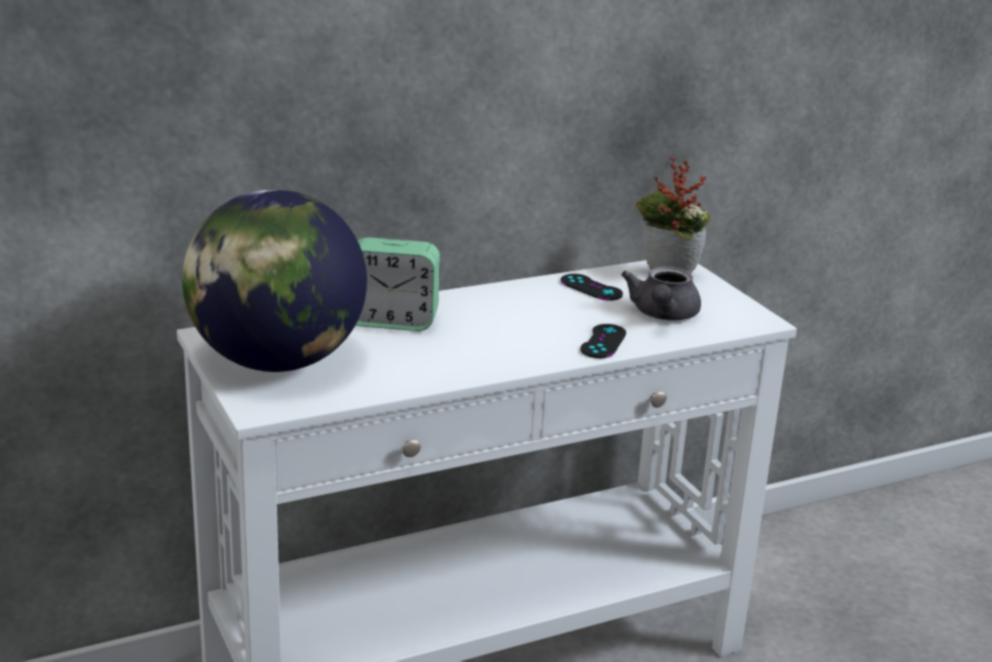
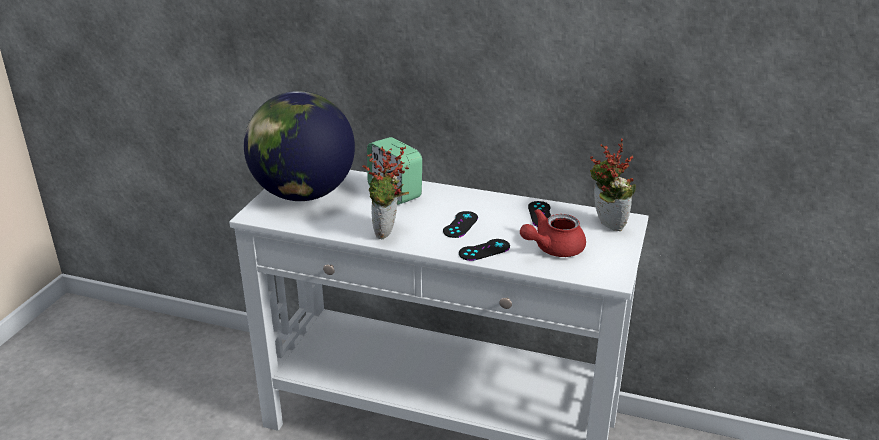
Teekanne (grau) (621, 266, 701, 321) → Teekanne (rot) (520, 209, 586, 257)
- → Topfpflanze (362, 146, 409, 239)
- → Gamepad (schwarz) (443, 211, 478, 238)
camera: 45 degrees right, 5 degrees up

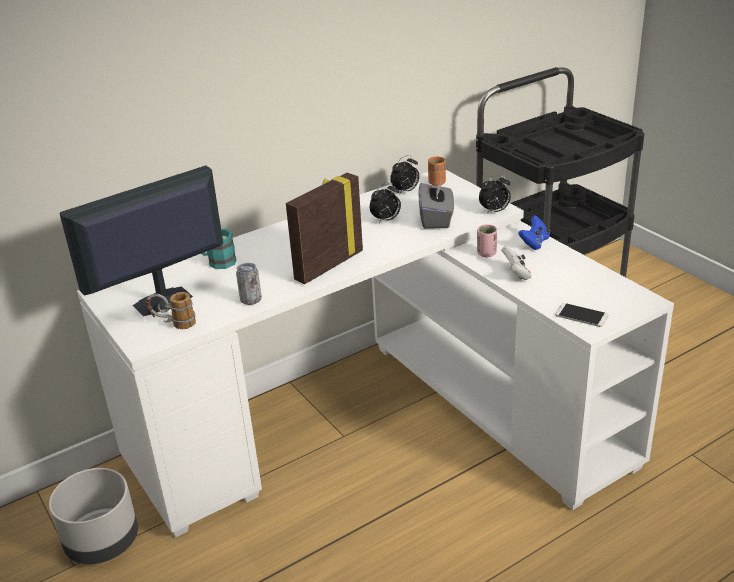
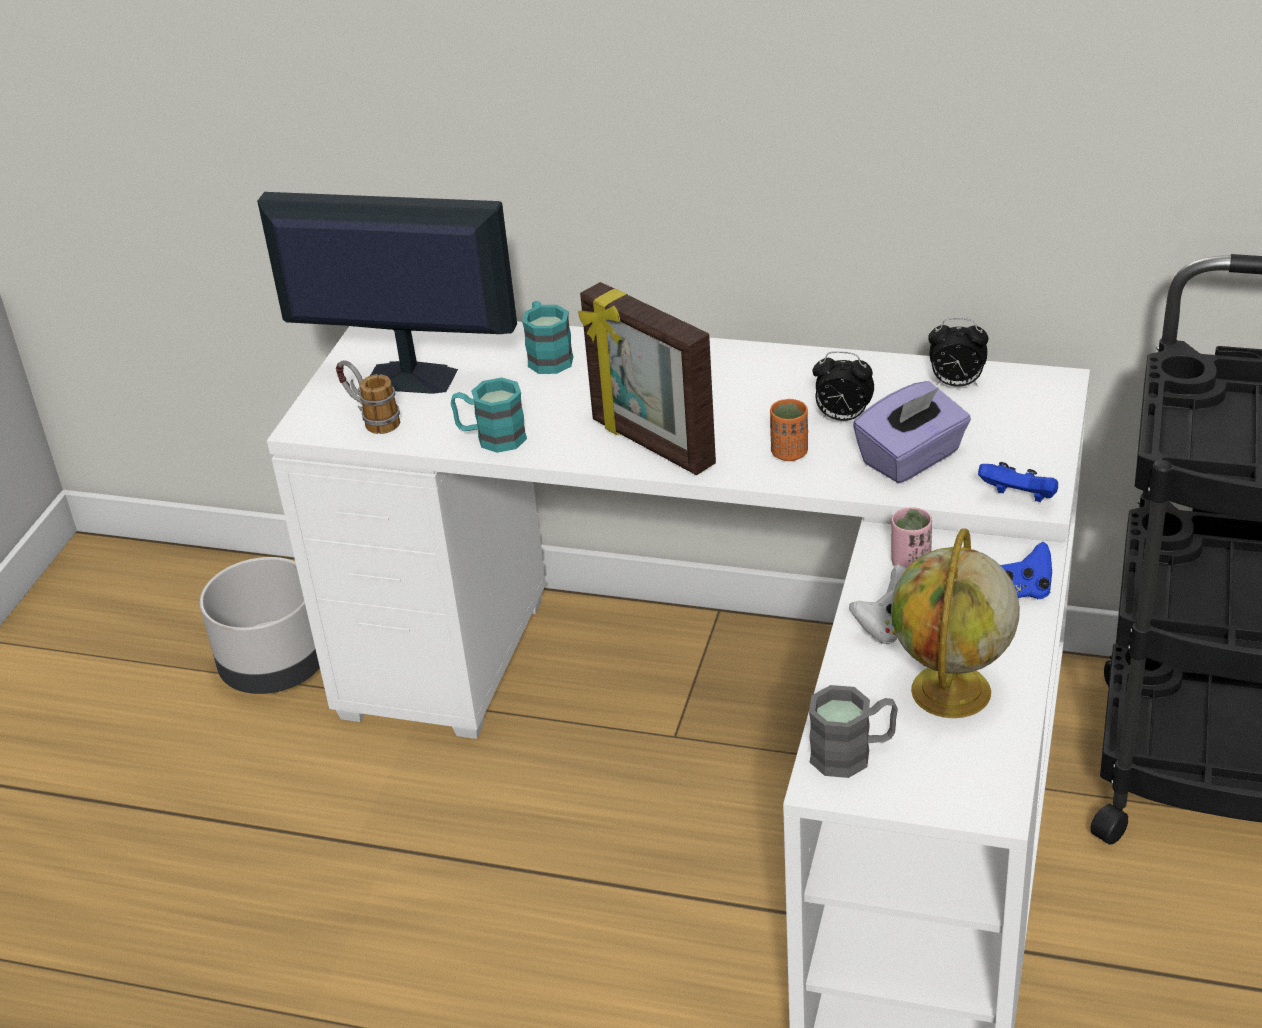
Tasse (orange) (428, 157, 446, 186) → Tasse (orange) (770, 399, 808, 461), relocated
Bilderrahmen (286, 173, 363, 284) → Bilderrahmen (578, 282, 716, 475), 135 degrees counterclockwise
Wecker (479, 174, 511, 214) → Gamepad (blau) (978, 462, 1058, 502)
Taschentuchbox (grau) (419, 179, 454, 229) → Taschentuchbox (lila) (853, 381, 971, 483)
Dose (236, 263, 262, 305) → Henkelbecher (türkis) (451, 377, 527, 453)
Handy (555, 303, 608, 327) → Henkelbecher (grau) (809, 685, 898, 778)
- → Globus (891, 529, 1020, 718)
camera: 50 degrees right, 5 degrees up

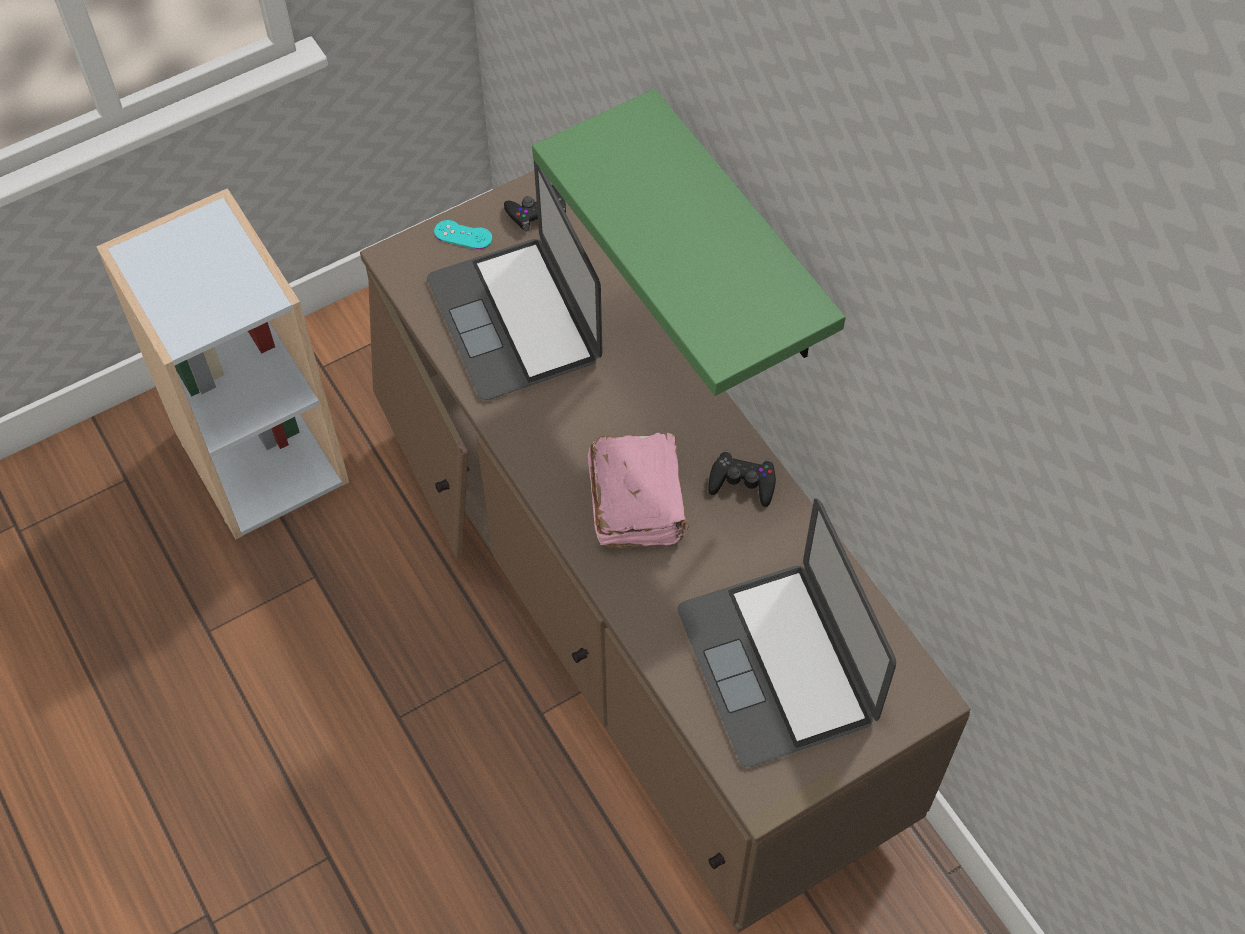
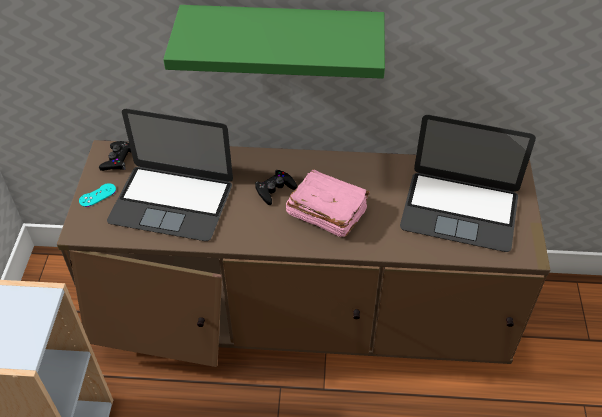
Gamepad (schwarz) (708, 450, 776, 507) → Gamepad (schwarz) (255, 170, 297, 205), relocated
camera: 55 degrees left, 10 degrees down

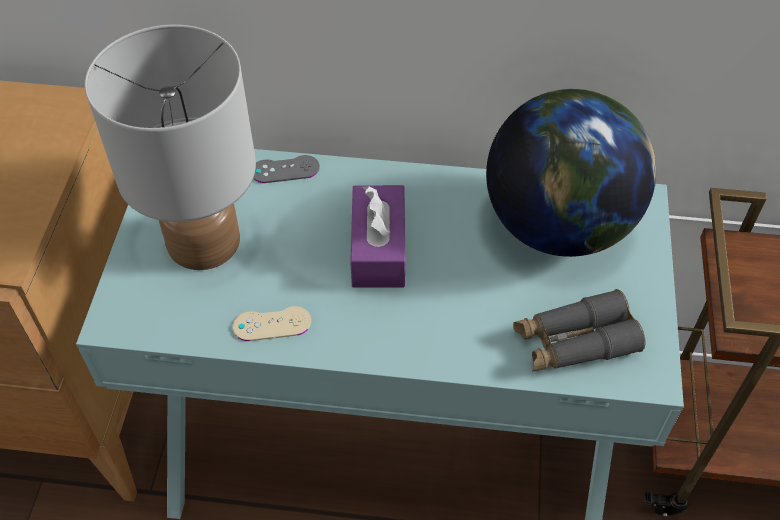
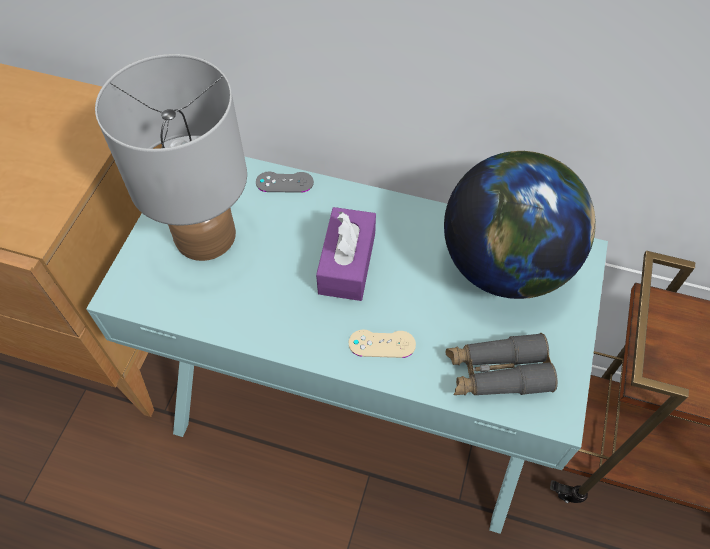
Gamepad (beige) (233, 306, 311, 341) → Gamepad (beige) (349, 330, 416, 358), relocated
camera: 10 degrees right, 5 degrees up

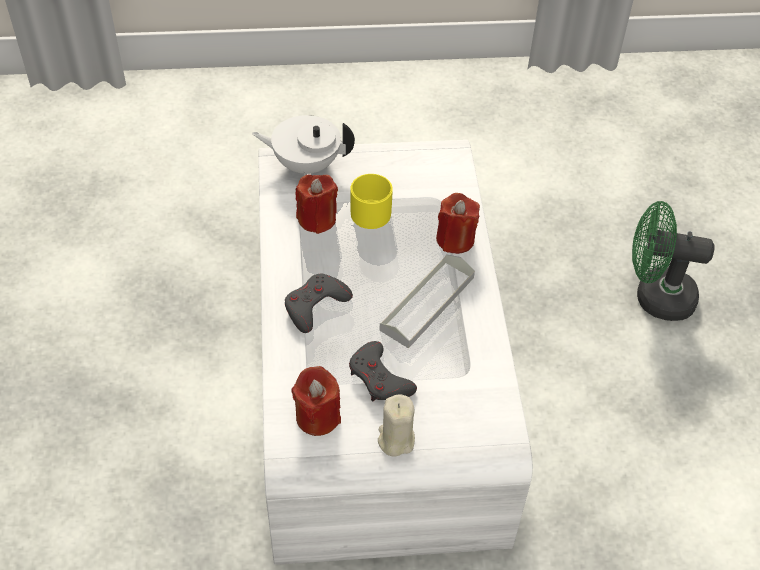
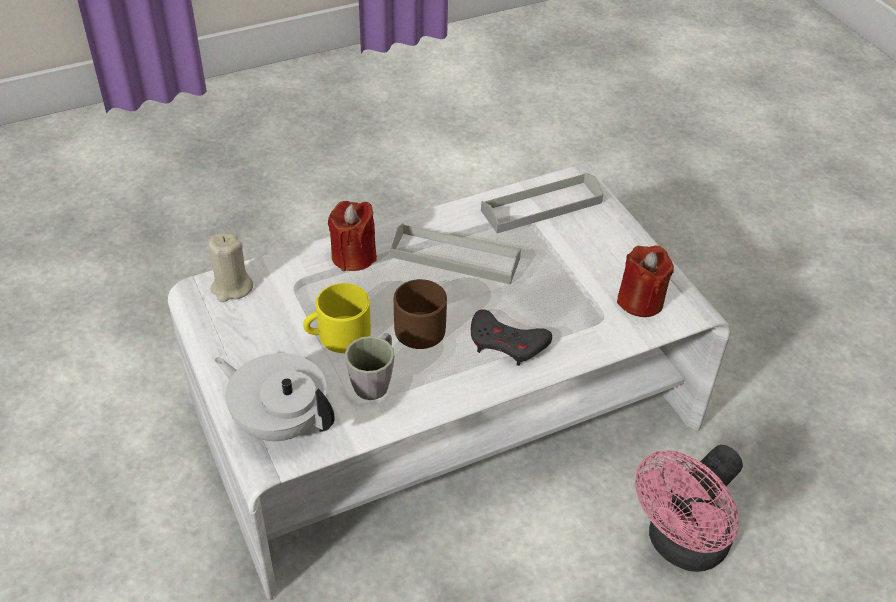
Teekanne (weiß) (252, 115, 355, 176) → Teekanne (weiß) (215, 353, 335, 441), 135 degrees clockwise
Kerze (rot) (295, 174, 338, 234) → Henkelbecher (grau) (345, 333, 394, 400)
Ventilator (grün) (632, 201, 715, 321) → -
Gamepad (grau) (349, 341, 417, 401) → -
Kerze (beige) (378, 395, 415, 457) → Kerze (beige) (208, 233, 253, 302), relocated
- → Tablett (grau) (481, 173, 603, 233)
- → Henkelbecher (braun) (394, 279, 447, 349)
- → Ventilator (rosa) (635, 445, 743, 572)
camera: 110 degrees left, 5 degrees down

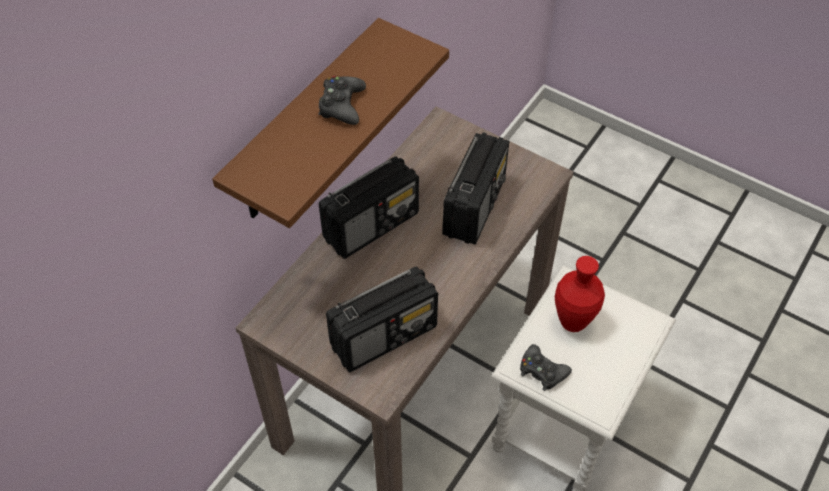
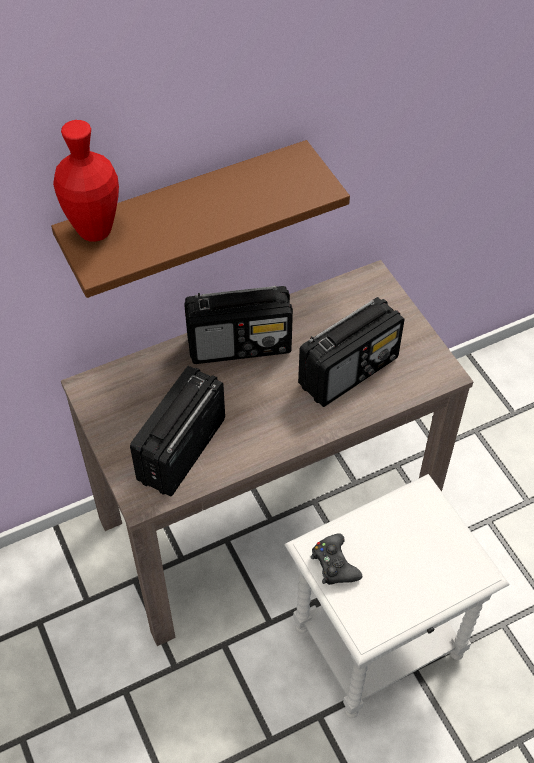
Gamepad (schwarz) (318, 76, 366, 125) → -
Vase (rot) (555, 256, 605, 332) → Vase (rot) (53, 120, 119, 242), relocated
Radio (326, 267, 438, 372) → Radio (130, 366, 225, 497), 120 degrees clockwise
camera: 30 degrees right, 0 degrees up

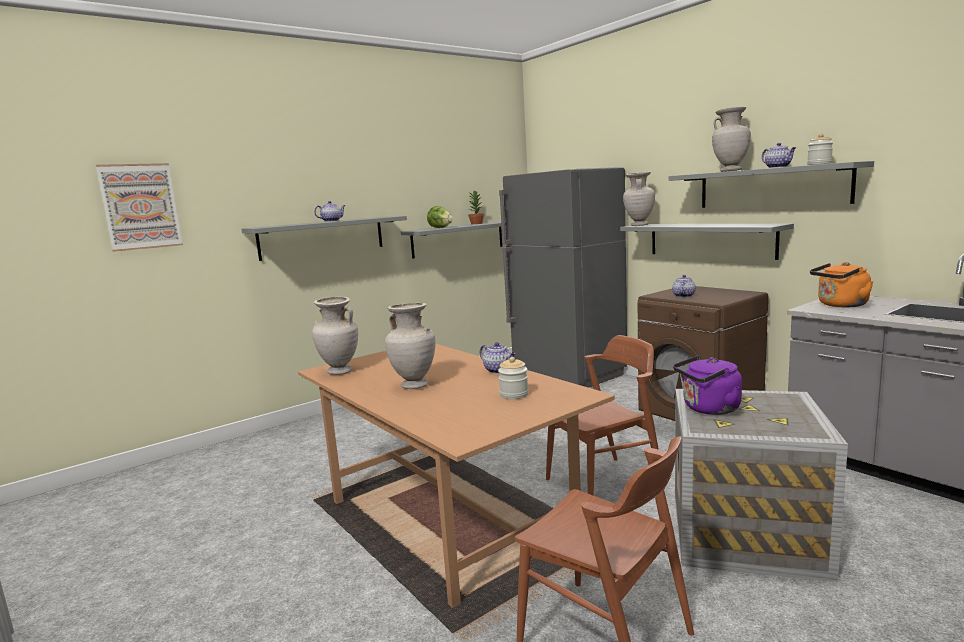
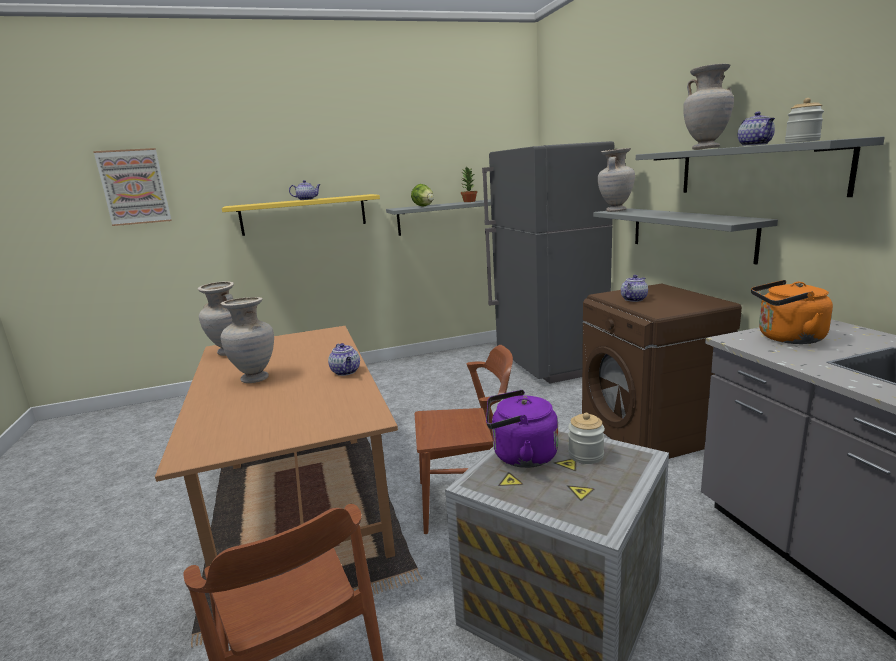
Wandregal (grau) (242, 216, 407, 261) → Wandregal (gelb) (222, 194, 380, 236)
Vorratsglas (498, 357, 528, 399) → Vorratsglas (568, 413, 605, 464), relocated
camera: 20 degrees right, 5 degrees up

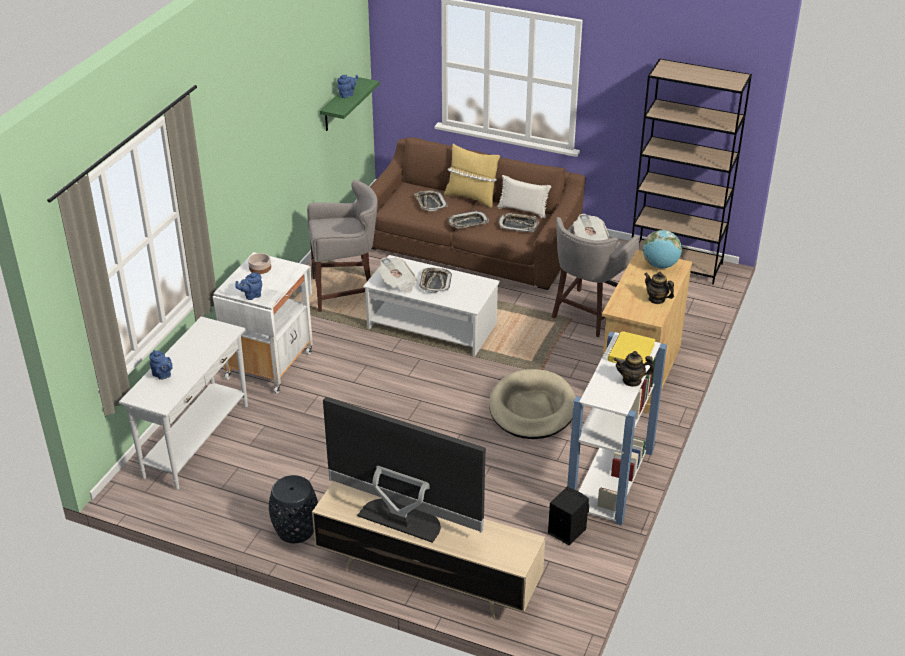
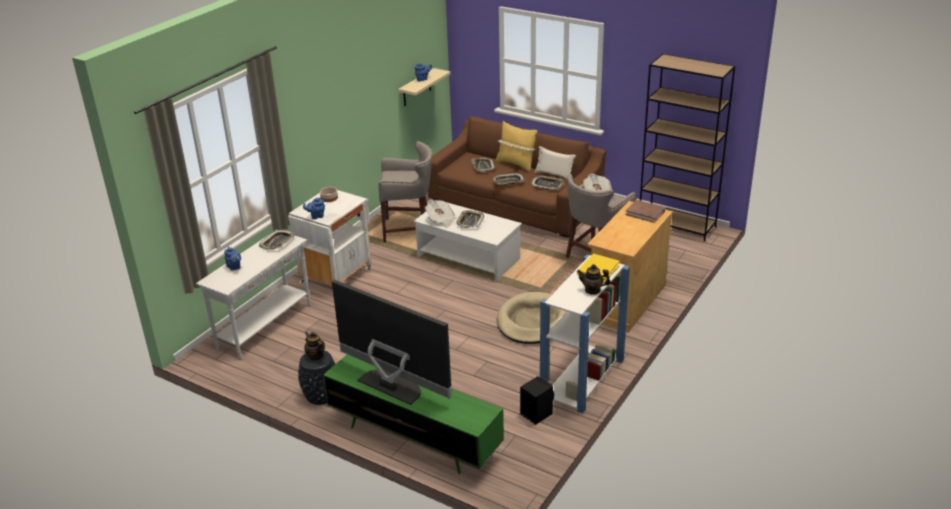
Wandregal (grün) (320, 77, 379, 131) → Wandregal (beige) (398, 68, 451, 106)
Globus (643, 230, 682, 268) → Buch (braun) (625, 200, 665, 223)
Teekanne (645, 272, 674, 304) → Teekanne (304, 332, 325, 361), relocated
Fernsehschrank (beige) (312, 481, 545, 619) → Fernsehschrank (grün) (323, 354, 504, 474)
- → Tablett (259, 230, 295, 249)
camera: 10 degrees right, 5 degrees down

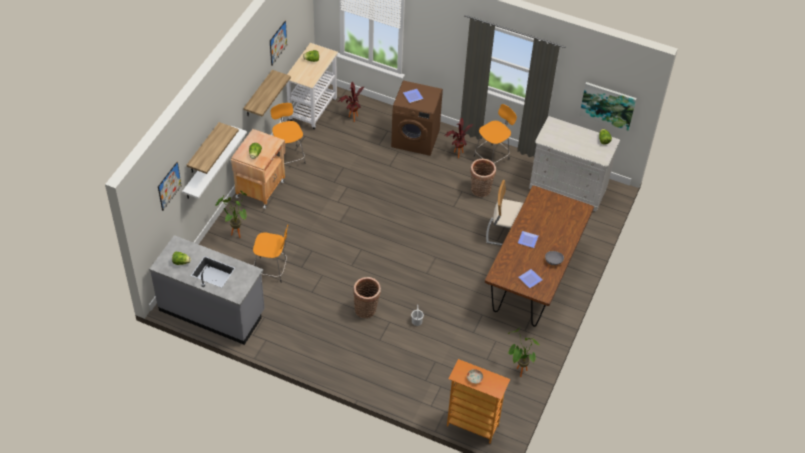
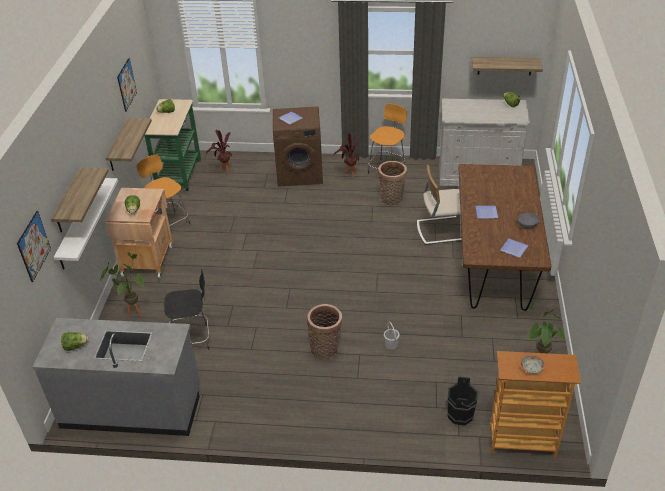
Rollwagen (weiß) (286, 43, 338, 129) → Rollwagen (grün) (145, 99, 201, 191)
Bild (579, 82, 637, 131) → Wandregal (472, 57, 543, 76)
Hocker (orange) (253, 224, 288, 283) → Hocker (schwarz) (164, 269, 209, 350)
- → Eimer (schwarz) (447, 377, 482, 426)
camera: 15 degrees left, 10 degrees down

